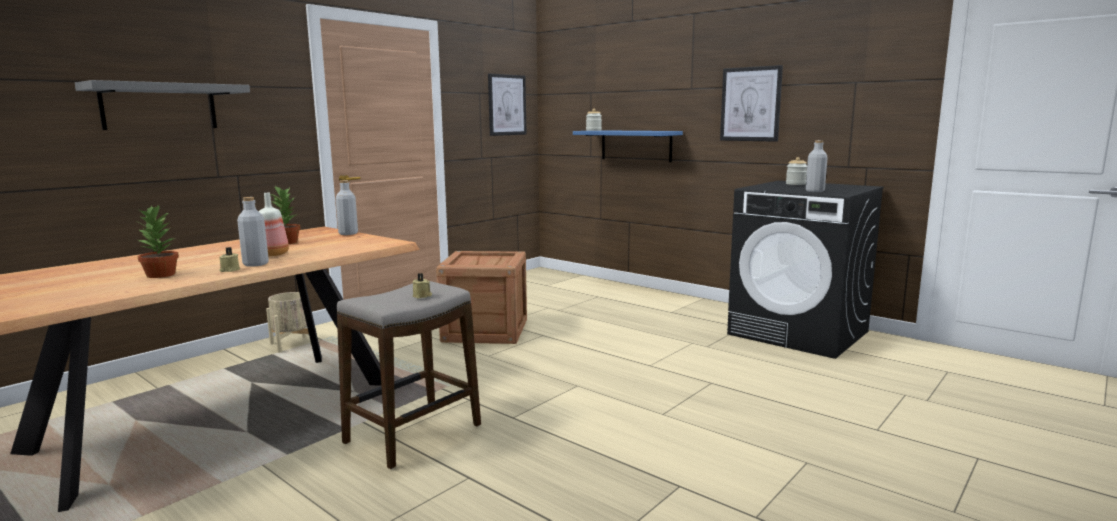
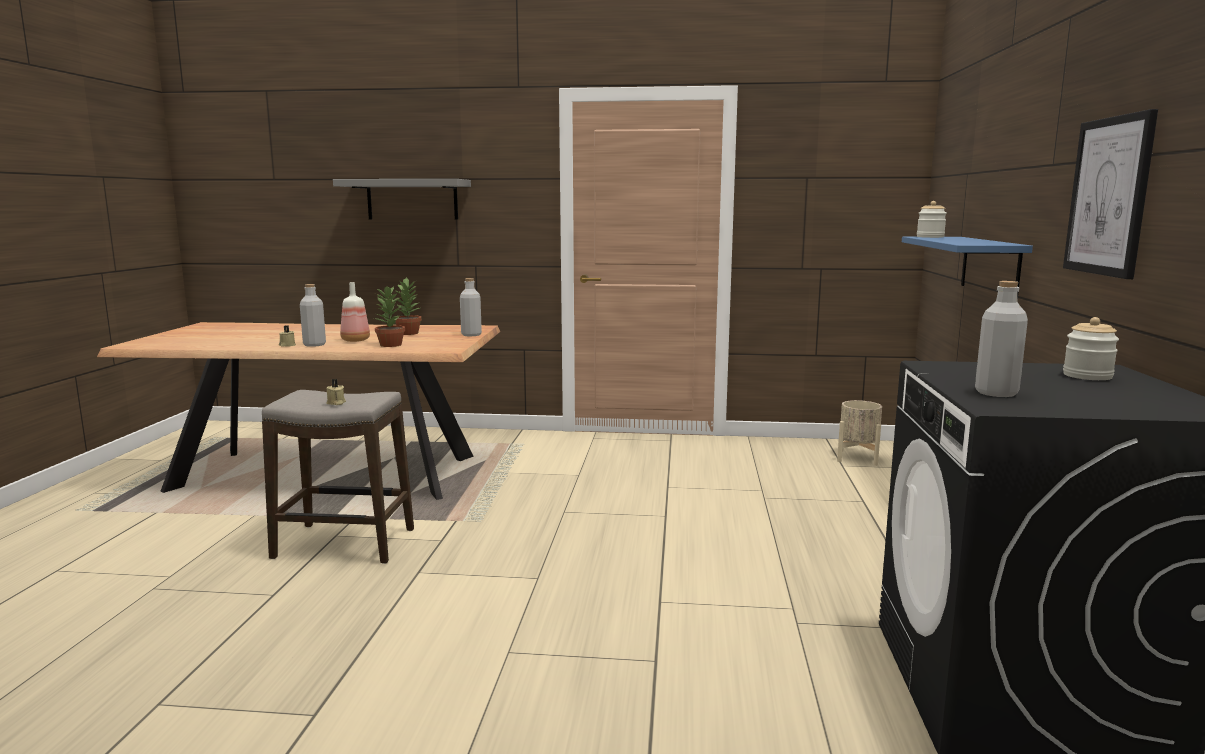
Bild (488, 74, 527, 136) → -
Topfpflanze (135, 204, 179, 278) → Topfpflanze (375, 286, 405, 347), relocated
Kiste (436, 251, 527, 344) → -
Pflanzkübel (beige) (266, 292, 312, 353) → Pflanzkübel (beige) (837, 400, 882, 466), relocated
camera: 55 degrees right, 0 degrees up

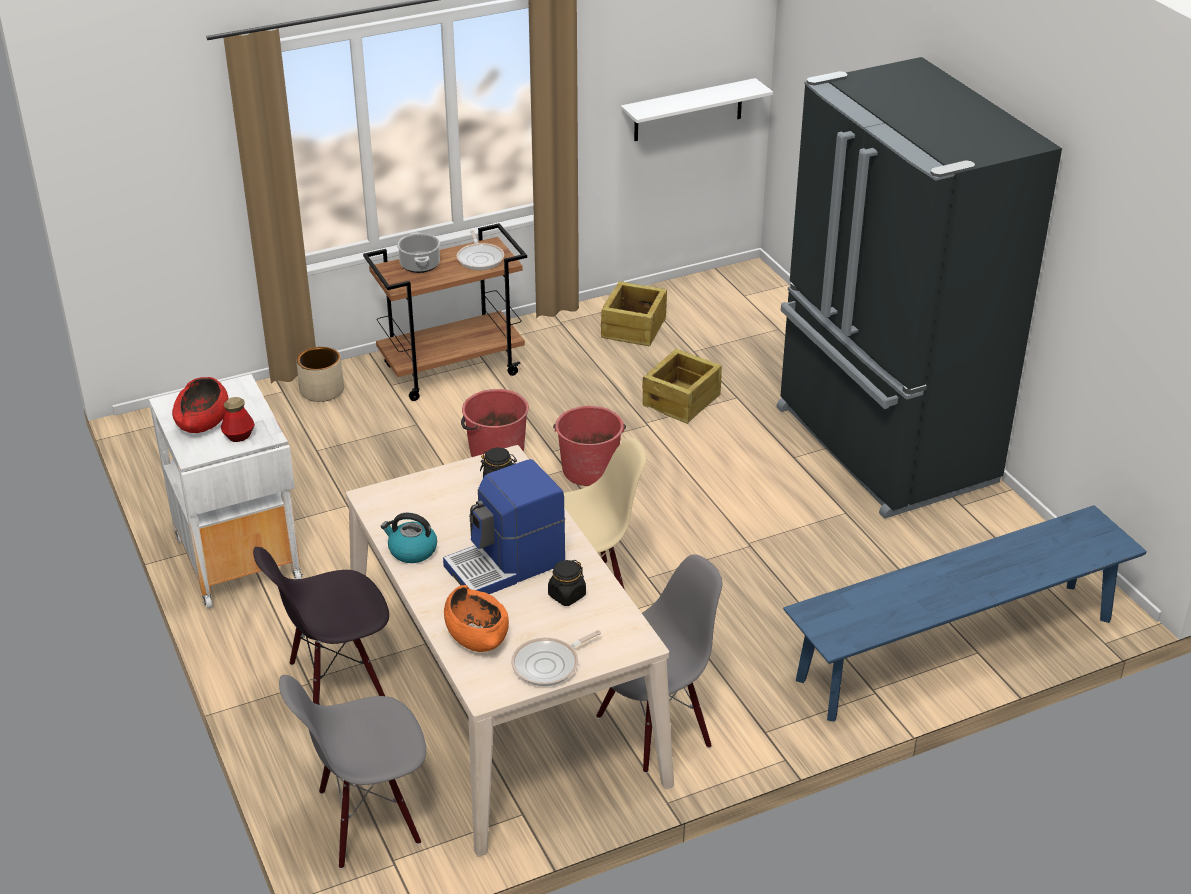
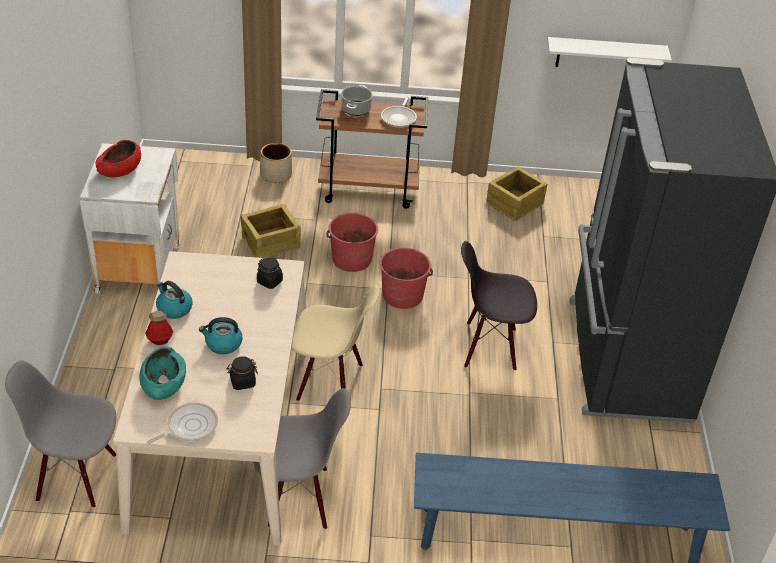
Kiste (642, 349, 722, 424) → Kiste (241, 204, 301, 258), relocated
Flasche (221, 397, 255, 442) → Flasche (145, 311, 173, 345), relocated
Kaffeemaschine (443, 459, 565, 594) → Wasserkessel (199, 317, 243, 354)
Stuhl (schwarz) (253, 547, 389, 705) → Stuhl (schwarz) (461, 241, 537, 371), relocated
Schüssel (orange) (444, 585, 509, 652) → Schüssel (türkis) (140, 346, 186, 400)
Pfanne (511, 630, 601, 686) → Pfanne (147, 402, 218, 444), 150 degrees clockwise
camera: 25 degrees right, 5 degrees up

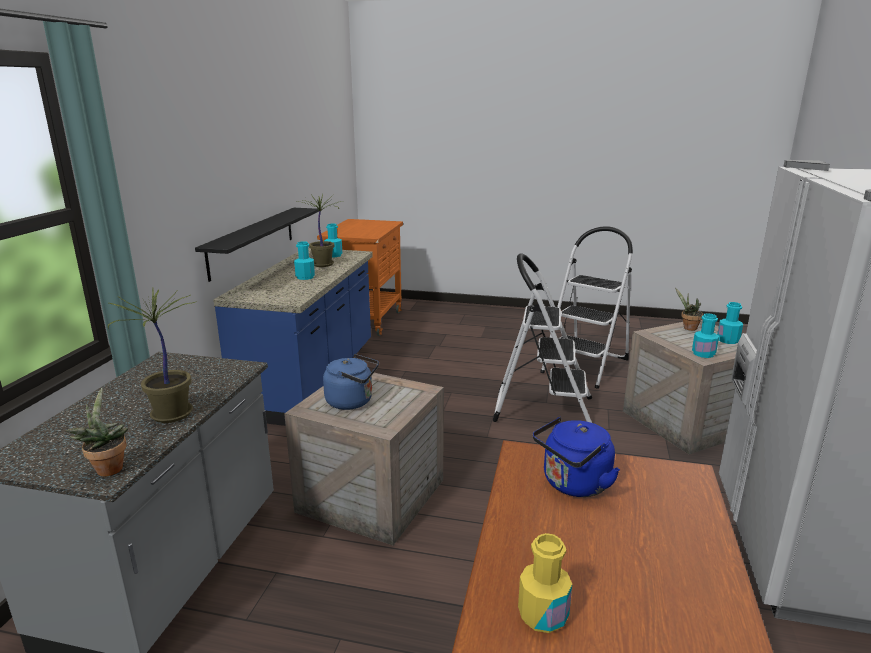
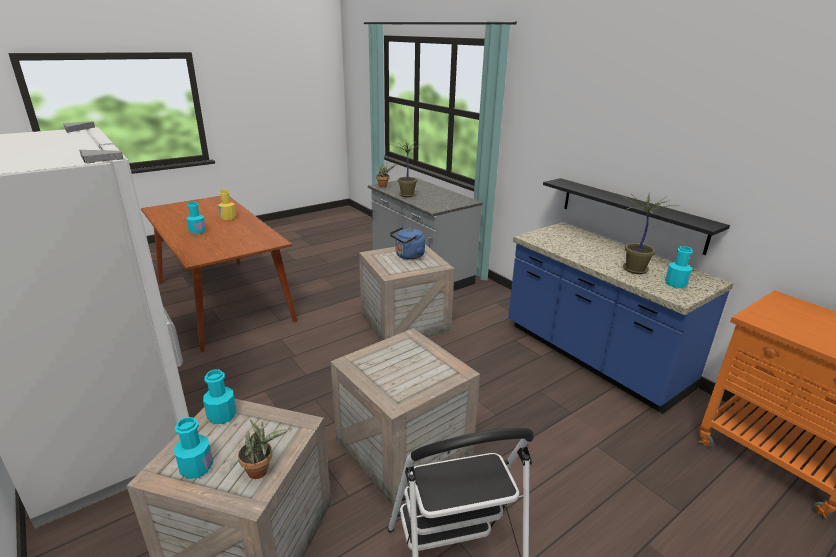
Flasche (türkis) (294, 241, 315, 280) → Flasche (türkis) (187, 202, 206, 234), relocated
Trittleiter (493, 253, 592, 423) → Kiste (330, 328, 480, 506)
Wasserkessel (blau) (533, 417, 620, 497) → -
camera: 130 degrees right, 5 degrees up

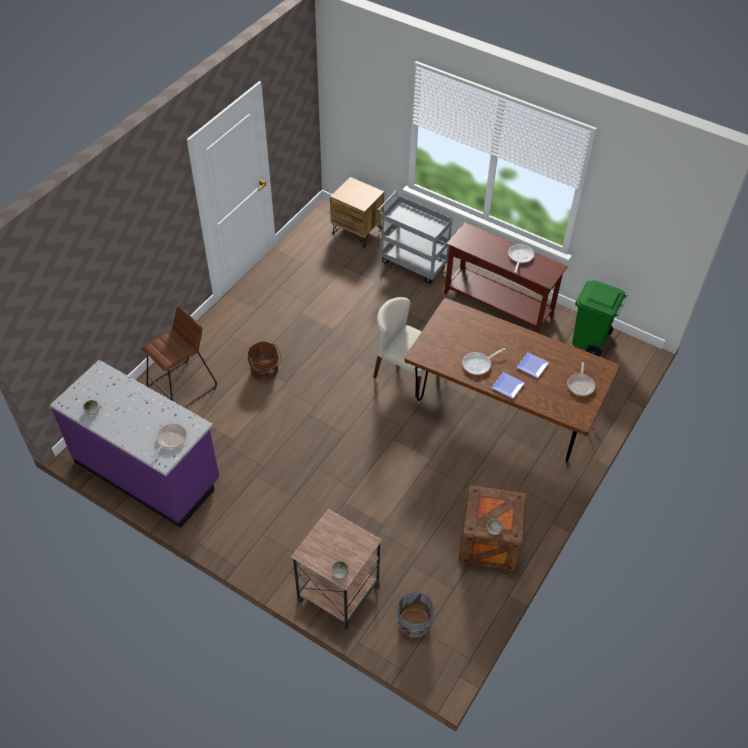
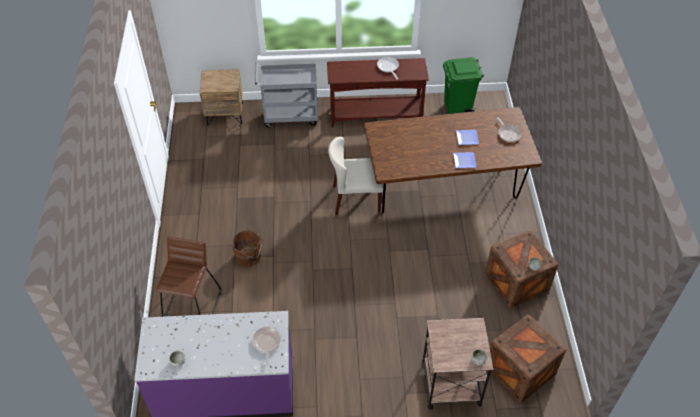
Pfanne (462, 348, 505, 375) → -
Eimer (grau) (396, 592, 436, 638) → Kiste (488, 314, 566, 402)
camera: 35 degrees left, 0 degrees up

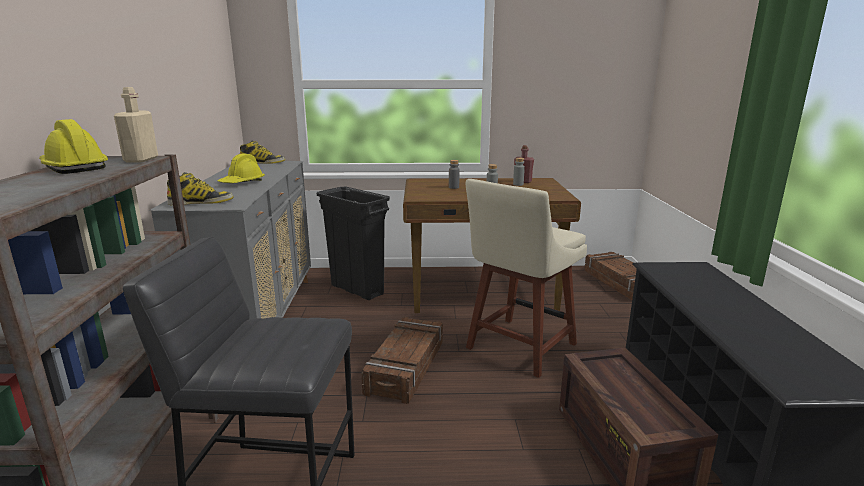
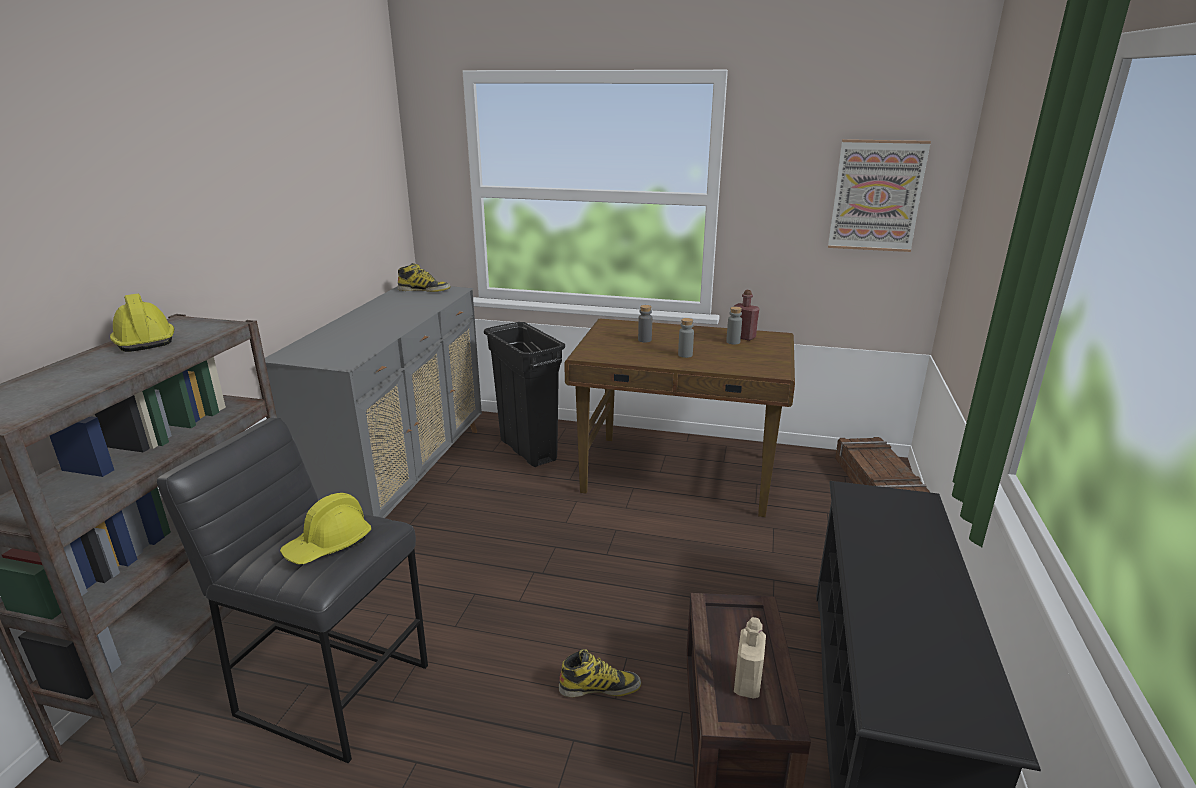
Flasche (beige) (114, 87, 158, 162) → Flasche (beige) (734, 617, 766, 698), relocated
Schutzhelm (gelb) (217, 154, 265, 183) → Schutzhelm (gelb) (280, 493, 371, 564), relocated
Stiefel (167, 172, 234, 205) → Stiefel (559, 649, 641, 697), relocated
Hocker (beige) (466, 179, 587, 378) → -
Kiste (361, 317, 443, 404) → -
- → Bild (828, 139, 931, 252)
camera: 15 degrees right, 5 degrees up

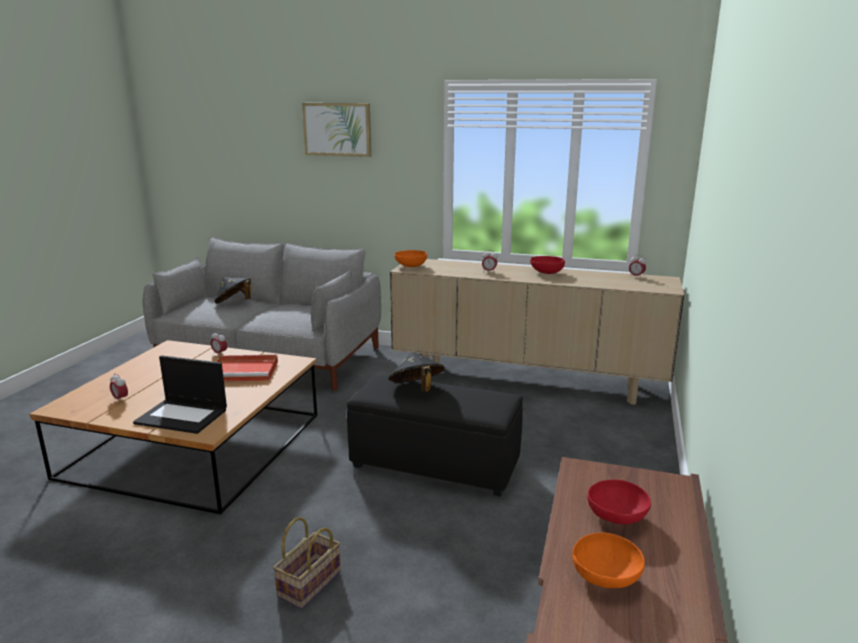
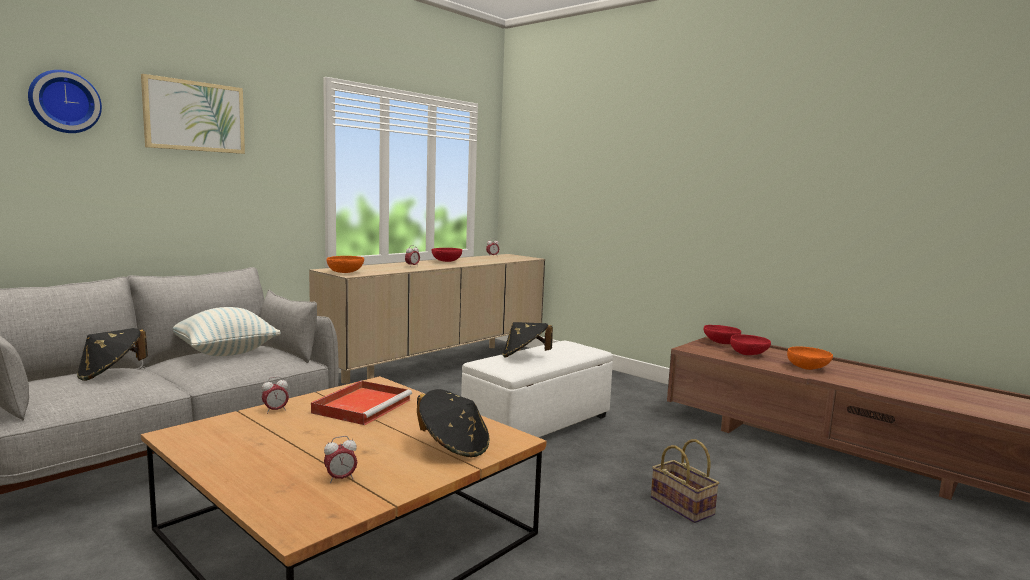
Laptop (133, 355, 227, 434) → Hut (schwarz) (417, 389, 489, 457)
Polsterhocker (schwarz) (347, 374, 523, 497) → Polsterhocker (weiß) (461, 340, 613, 438)
- → Wanduhr (28, 70, 102, 133)
- → Kissen (173, 307, 281, 356)
- → Schüssel (rot) (703, 325, 741, 344)
camera: 65 degrees left, 10 degrees down

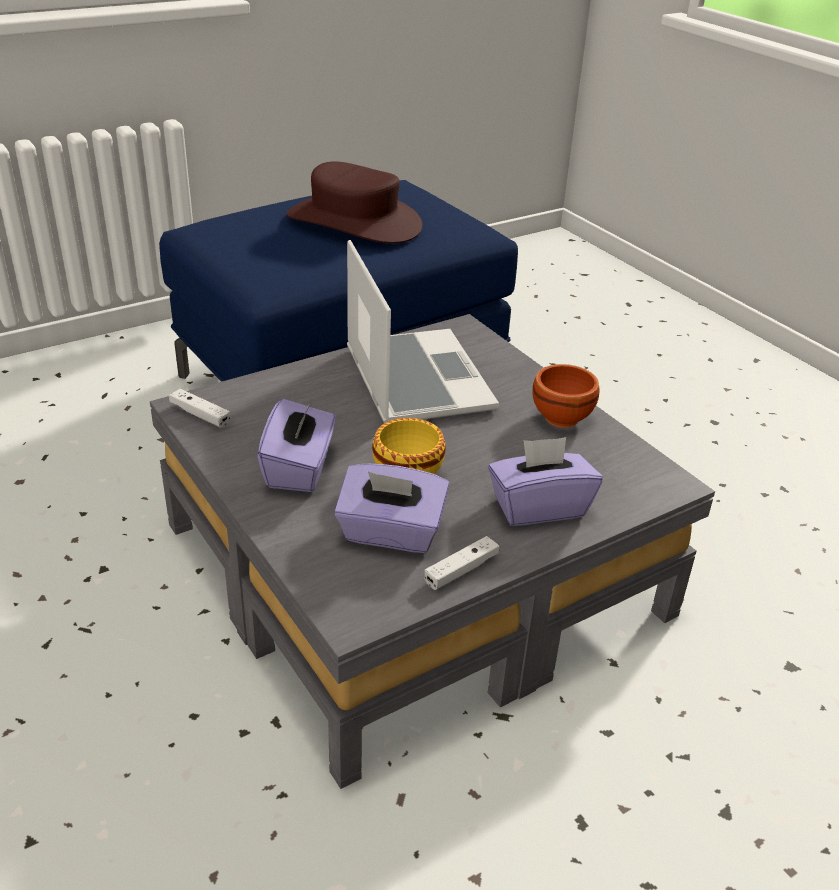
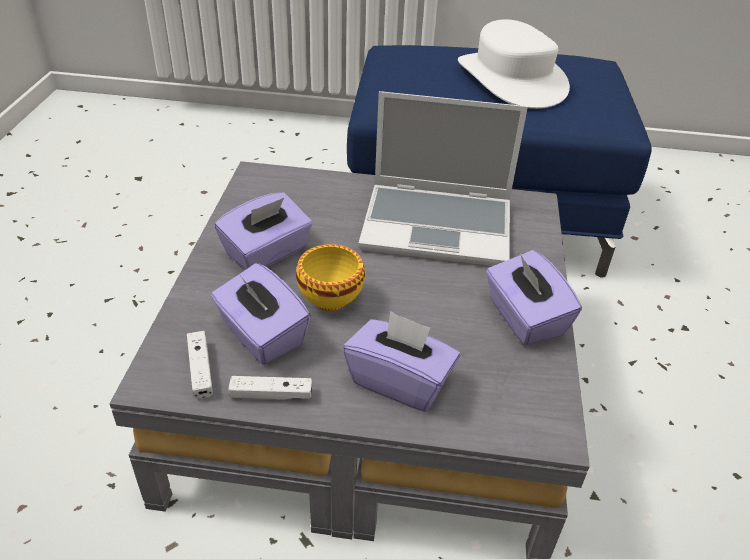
Hut (braun) (287, 161, 422, 244) → Hut (weiß) (458, 19, 570, 109)
Laptop (347, 240, 499, 423) → Laptop (358, 91, 528, 266), 75 degrees clockwise
Schüssel (braun) (532, 364, 600, 428) → Taschentuchbox (lila) (486, 250, 582, 346)
Gamepad (weiß) (169, 389, 230, 428) → Gamepad (weiß) (187, 331, 213, 399), relocated
camera: 40 degrees right, 5 degrees up

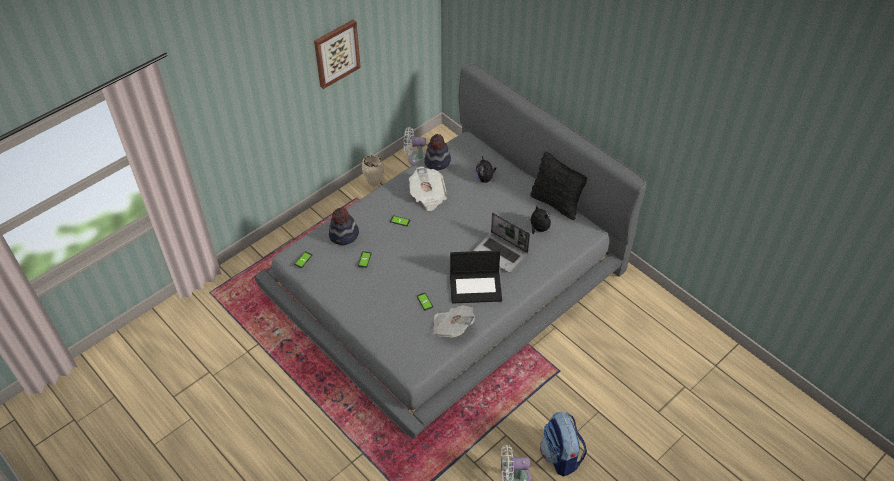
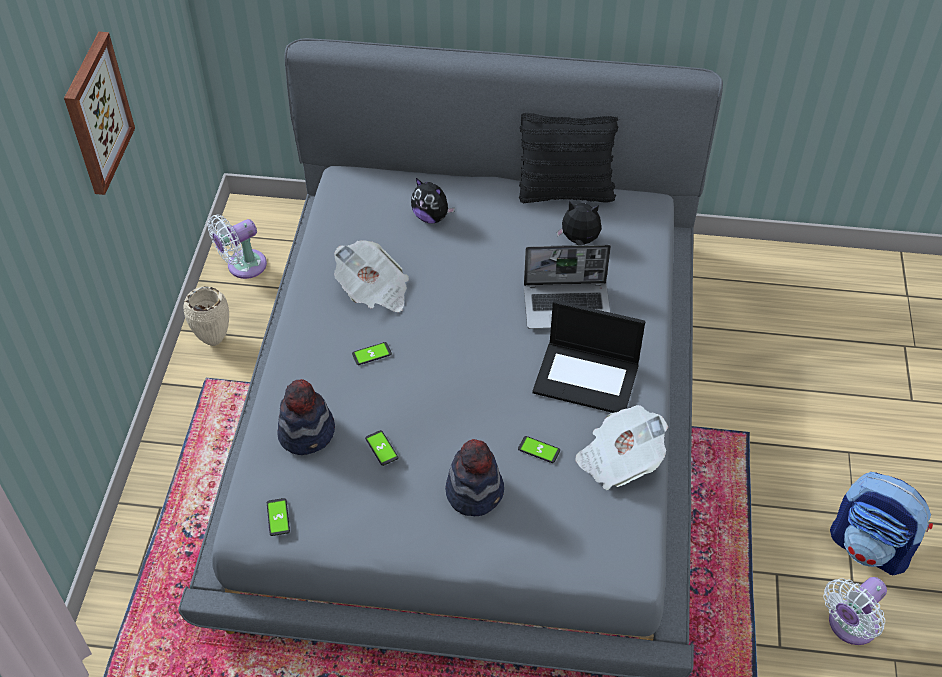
Hut (424, 134, 451, 170) → Hut (445, 439, 504, 516), relocated
Laptop (450, 250, 502, 304) → Laptop (532, 300, 645, 413), 60 degrees clockwise
camera: 40 degrees left, 0 degrees up

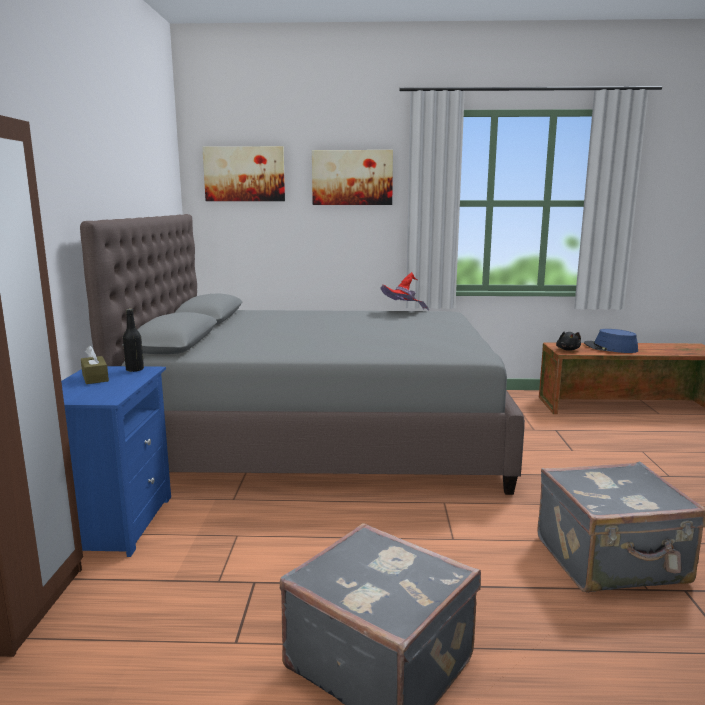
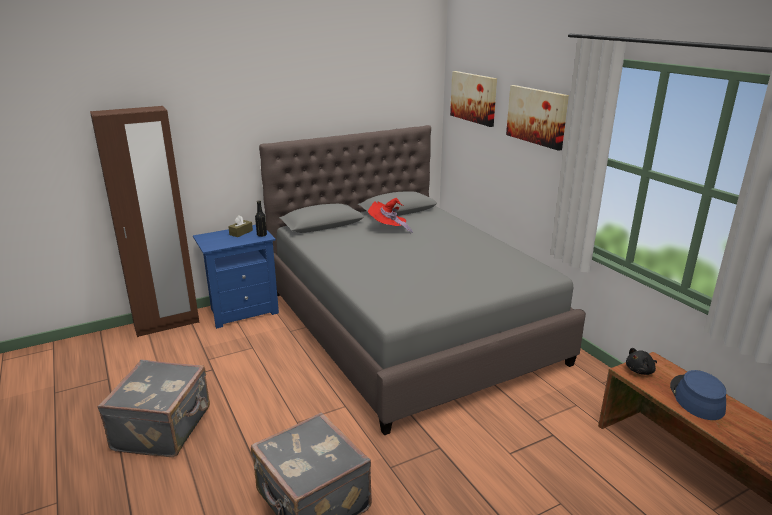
Hut (rot) (380, 272, 429, 311) → Hut (rot) (368, 198, 413, 235), relocated
camera: 60 degrees right, 10 degrees up

